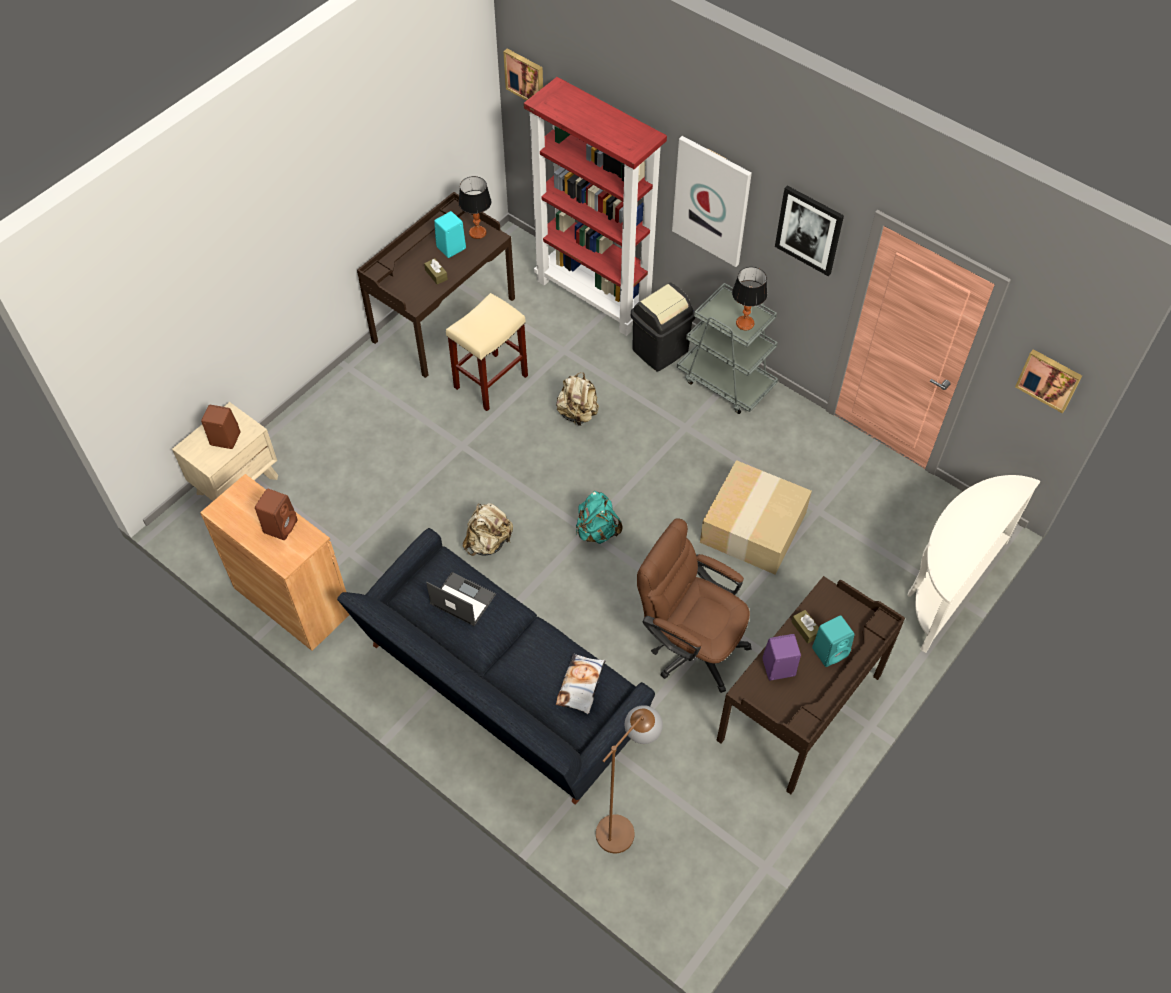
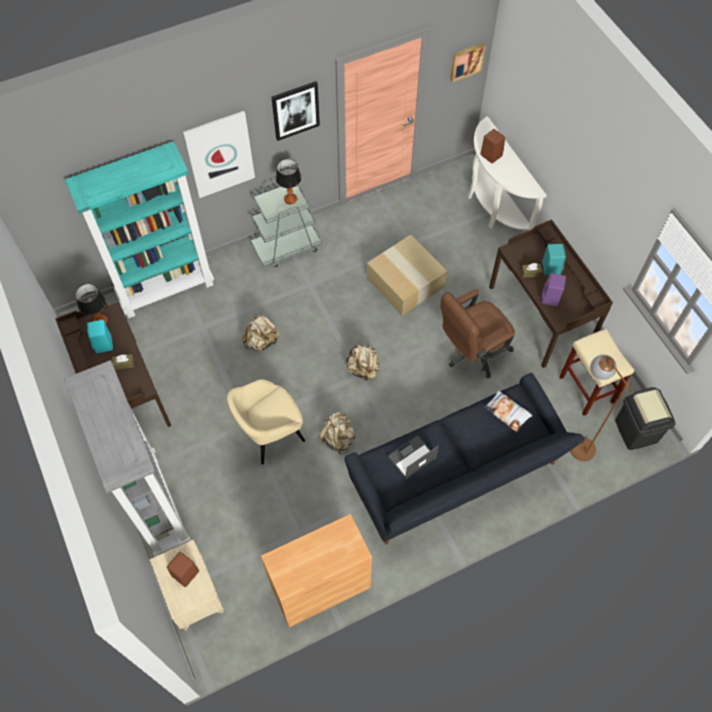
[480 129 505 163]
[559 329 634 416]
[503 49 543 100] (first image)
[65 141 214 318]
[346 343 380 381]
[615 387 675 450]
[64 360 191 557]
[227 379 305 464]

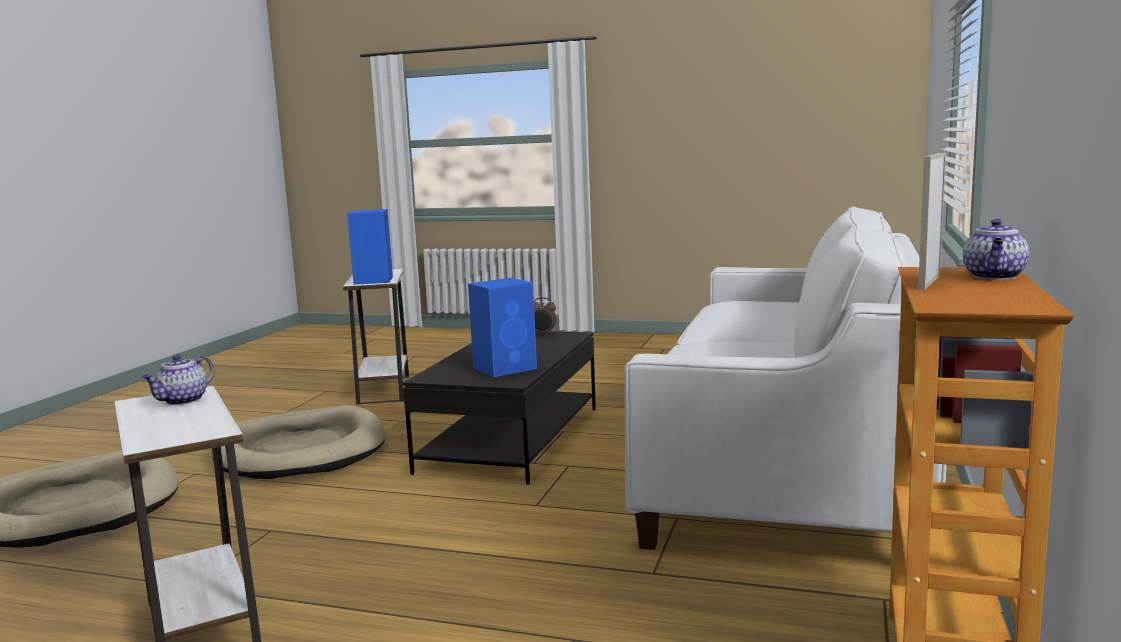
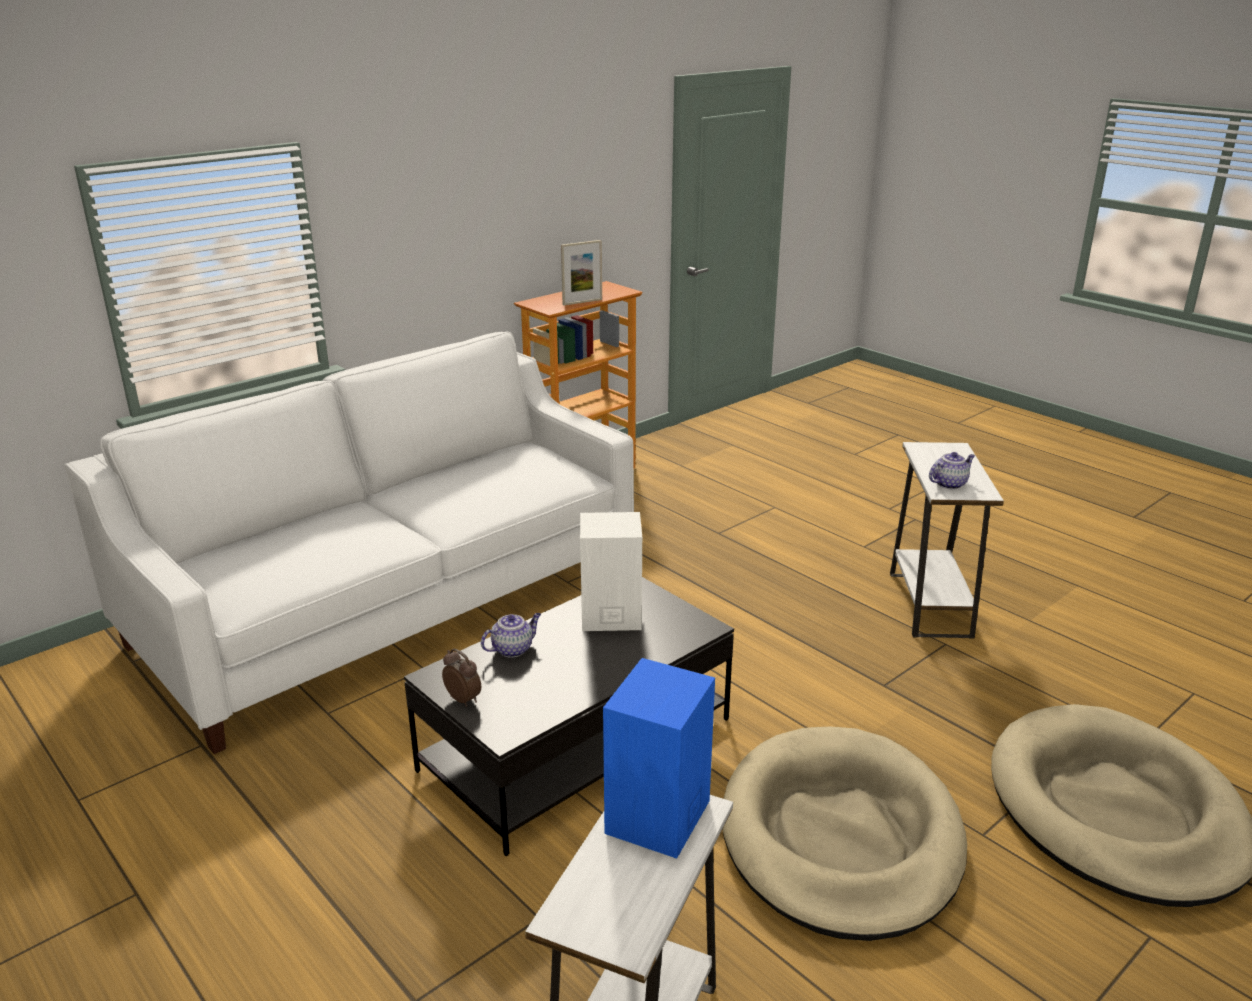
[580 512 642 631]
[481 613 541 658]

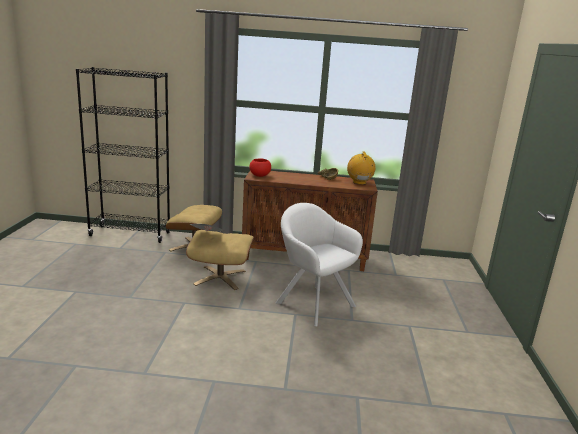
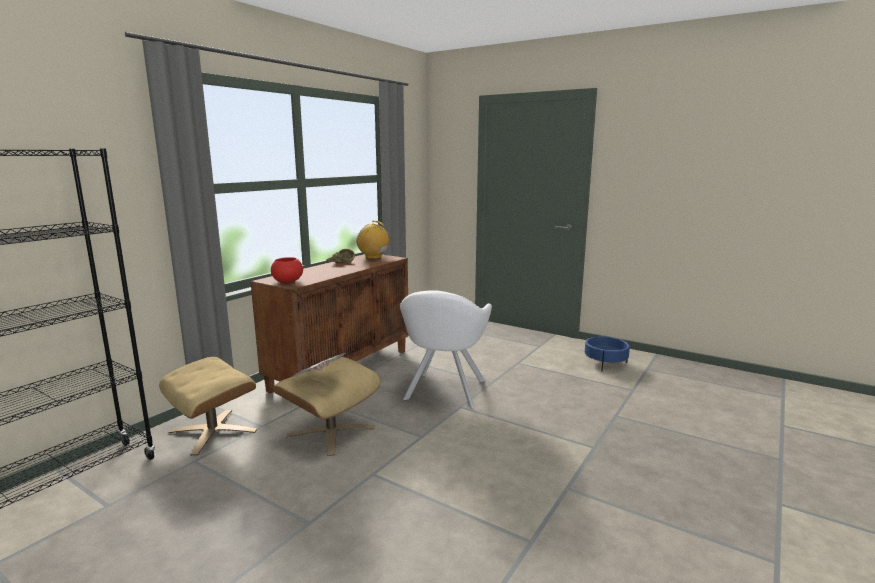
[400 290 492 408]
[585 336 630 371]

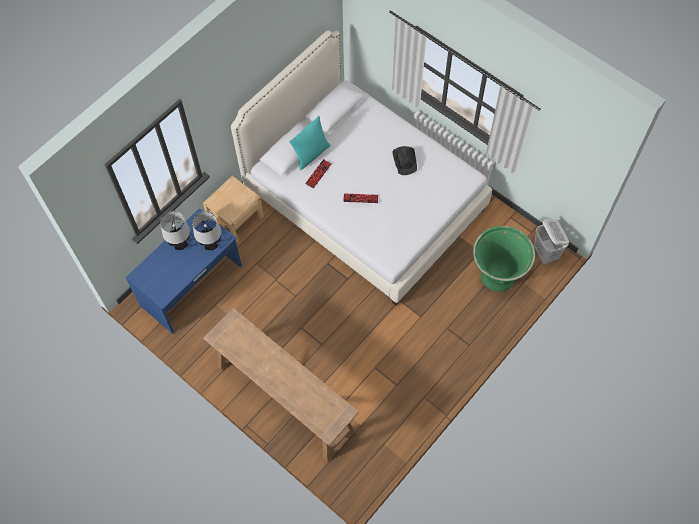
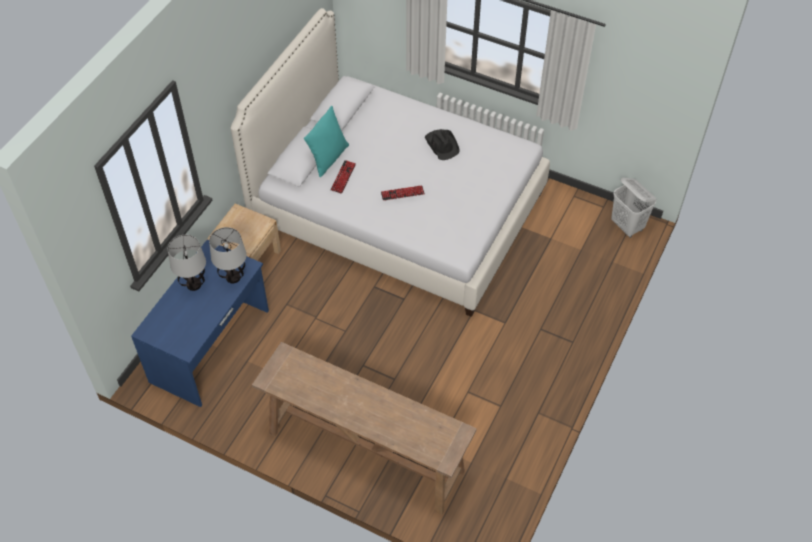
[473 226 535 292] (first image)

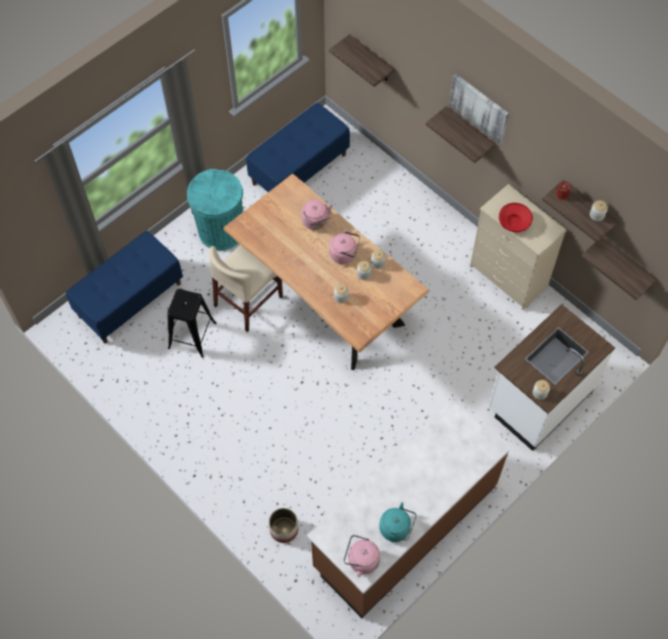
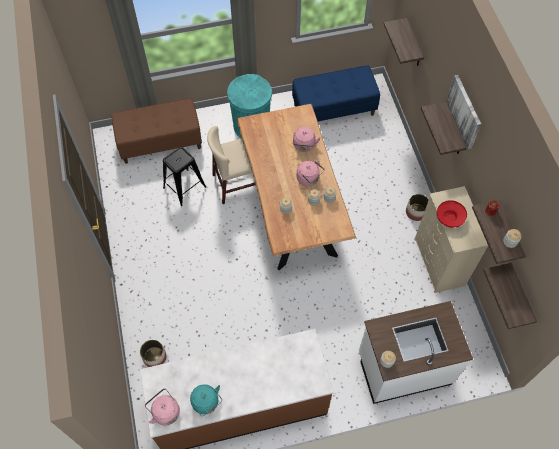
[112 98 202 164]
[406 194 429 221]

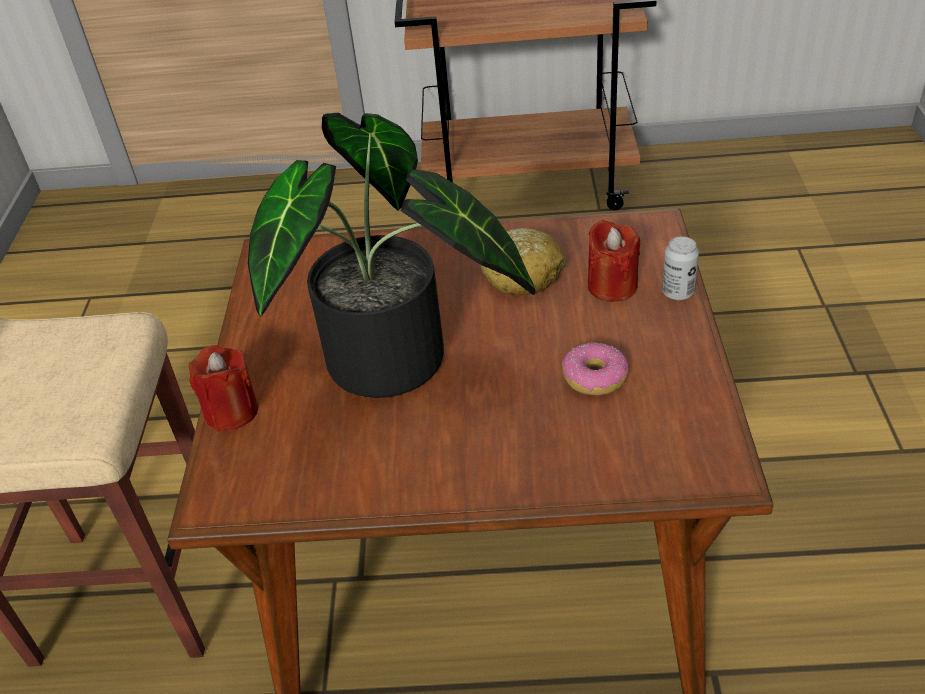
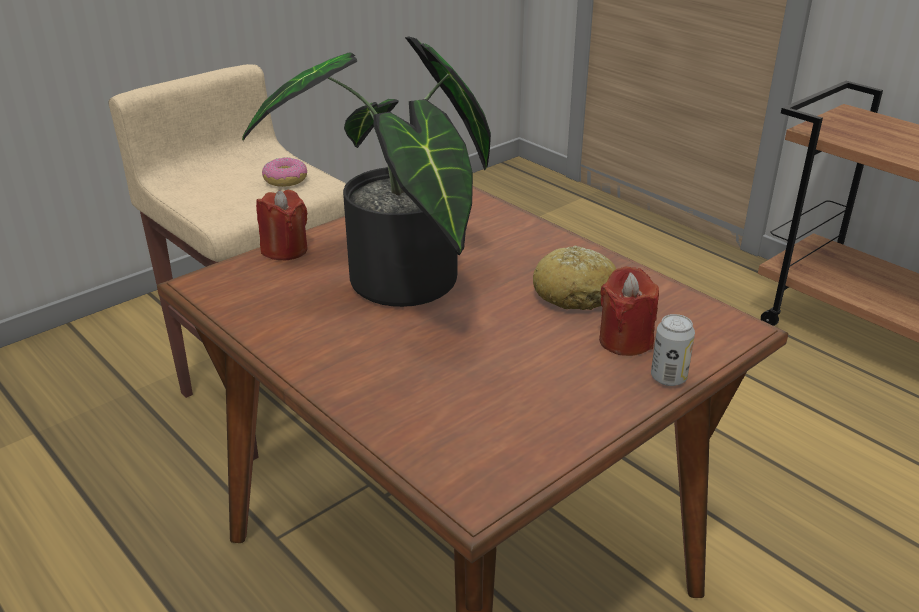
[262 157 307 187]

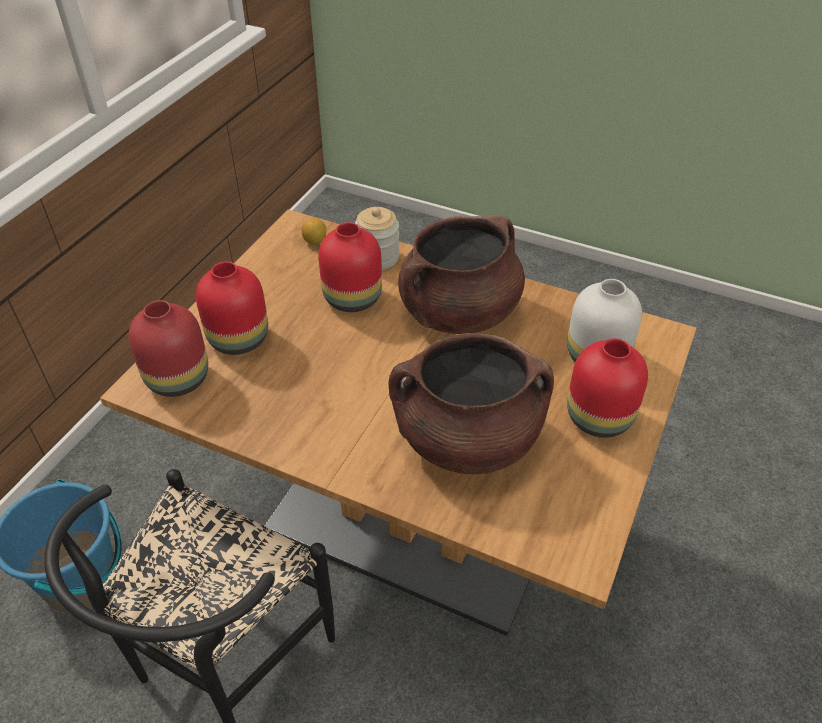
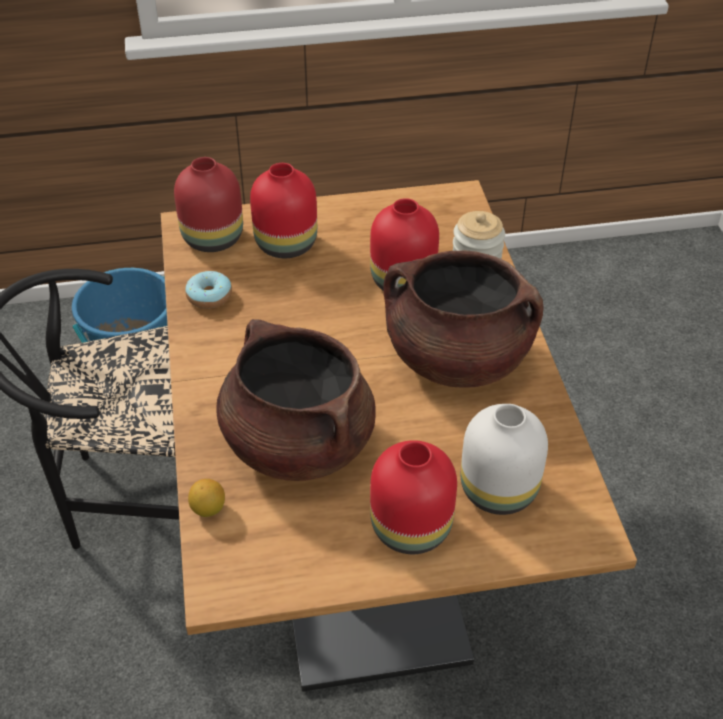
[188 479 225 517]
[185 271 232 309]

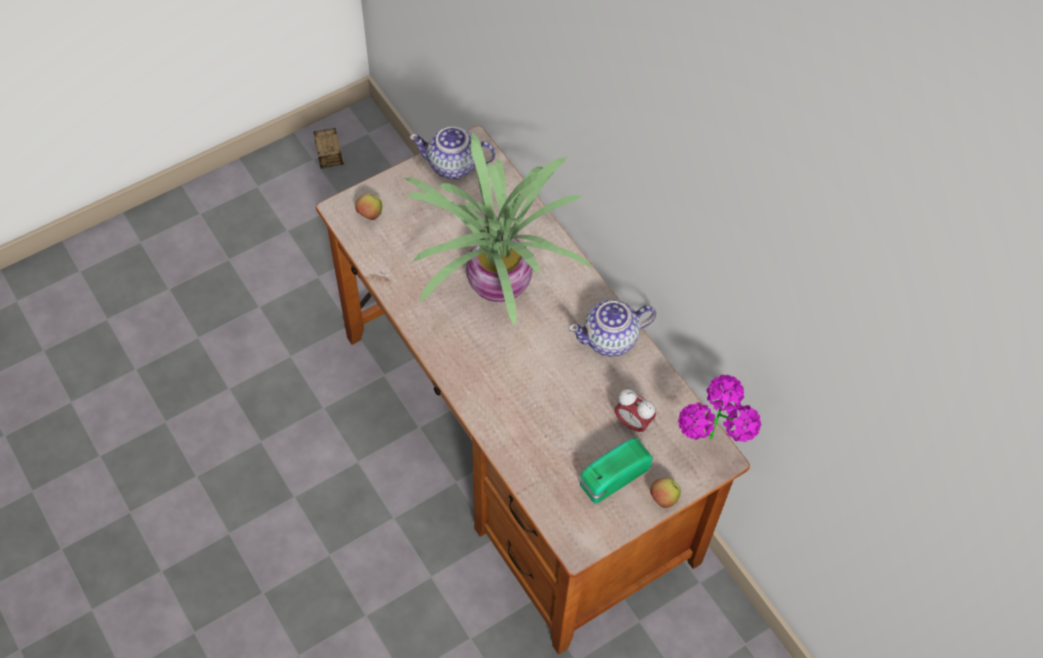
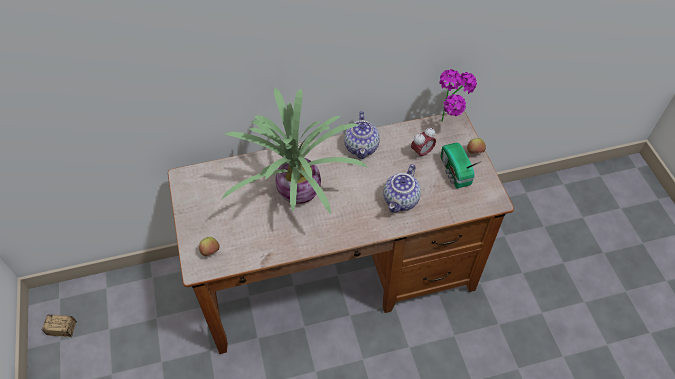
[383 164 421 213]

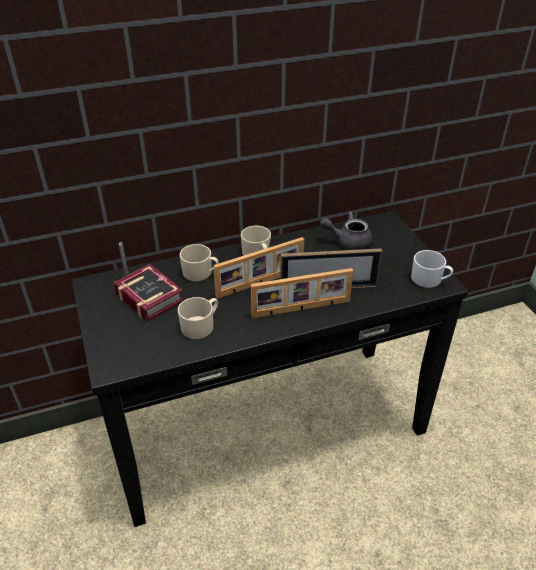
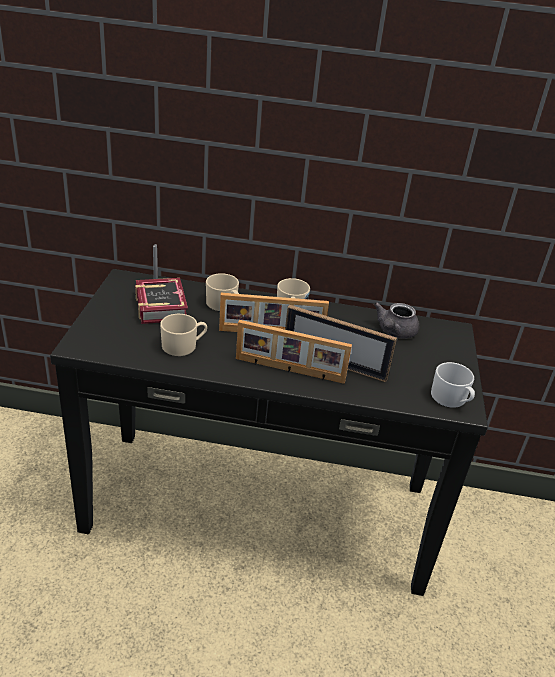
[374 302 419 339]

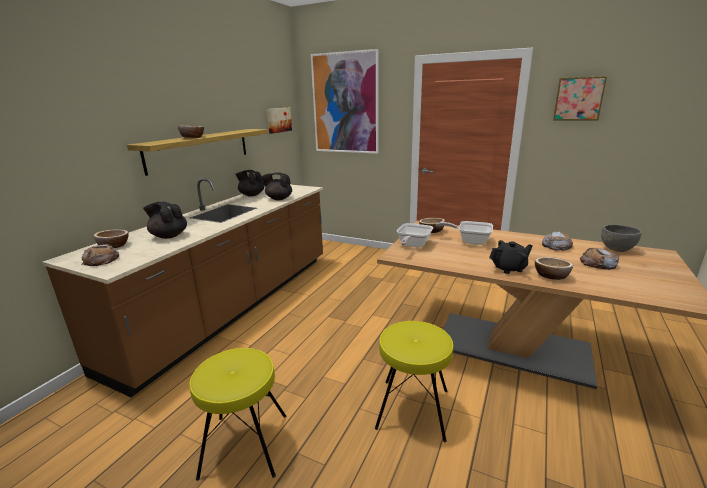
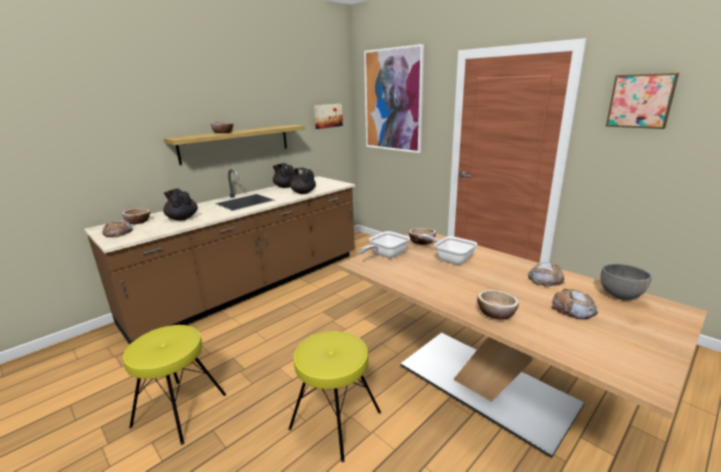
[489 240 533 274] (first image)

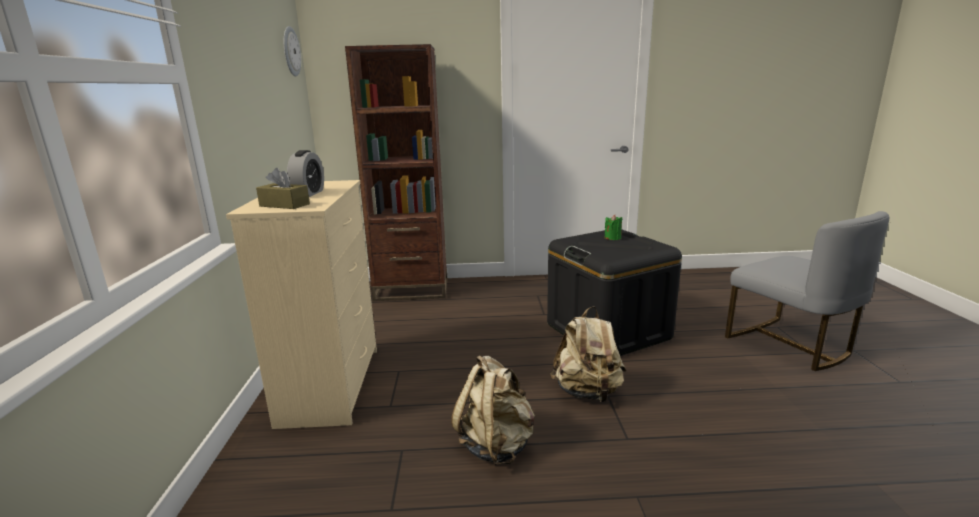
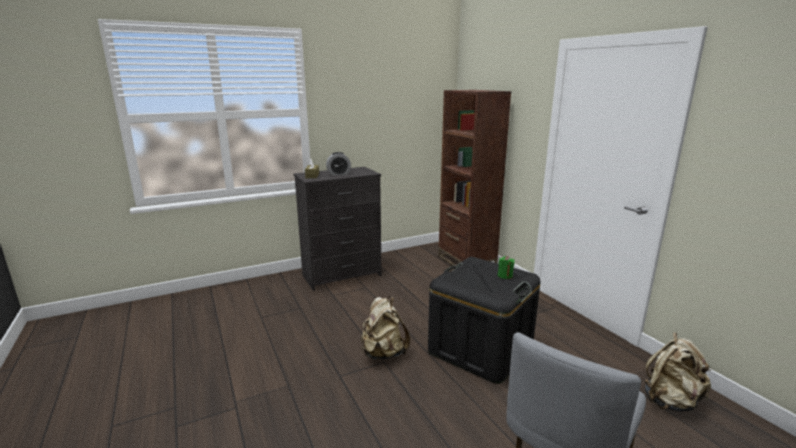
[294 167 382 291]
[284 26 301 76] (first image)
[644 333 712 412]

